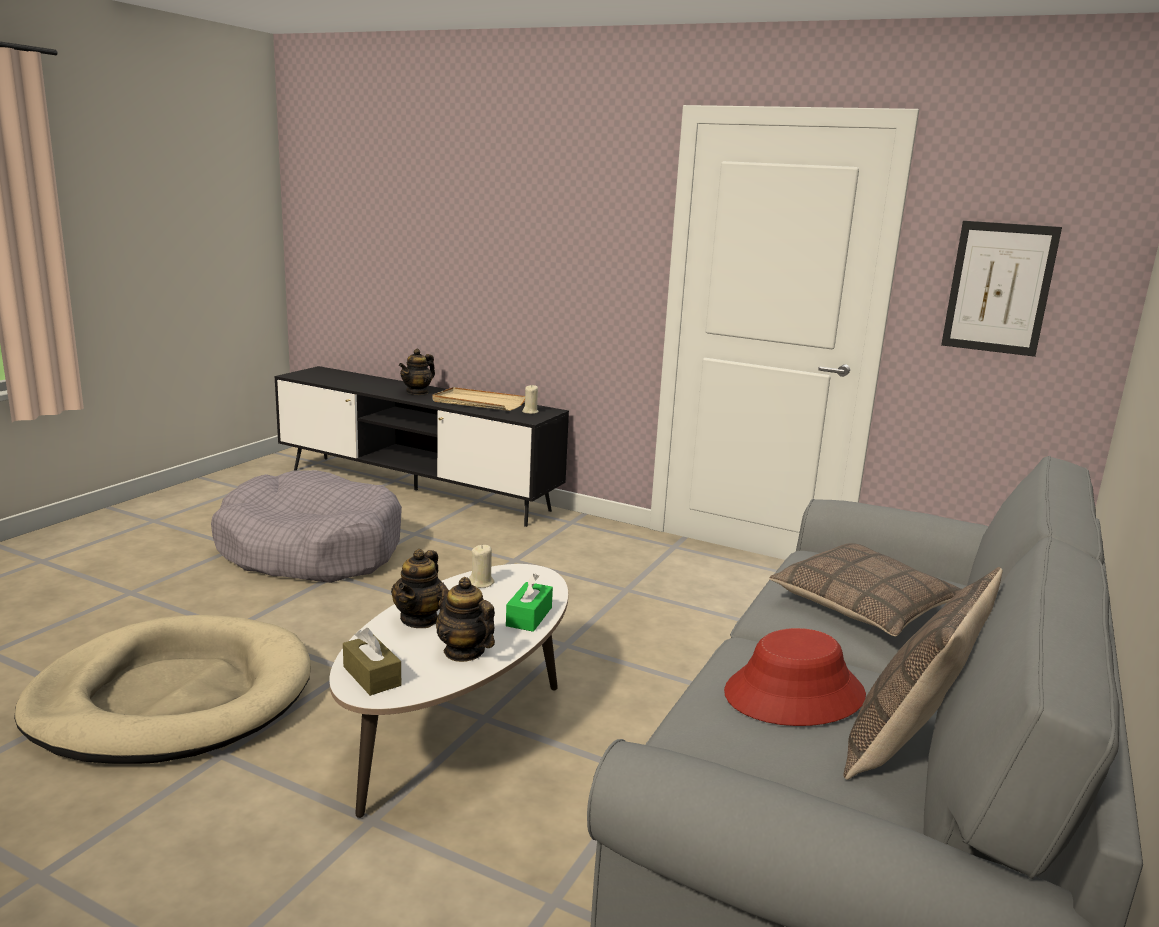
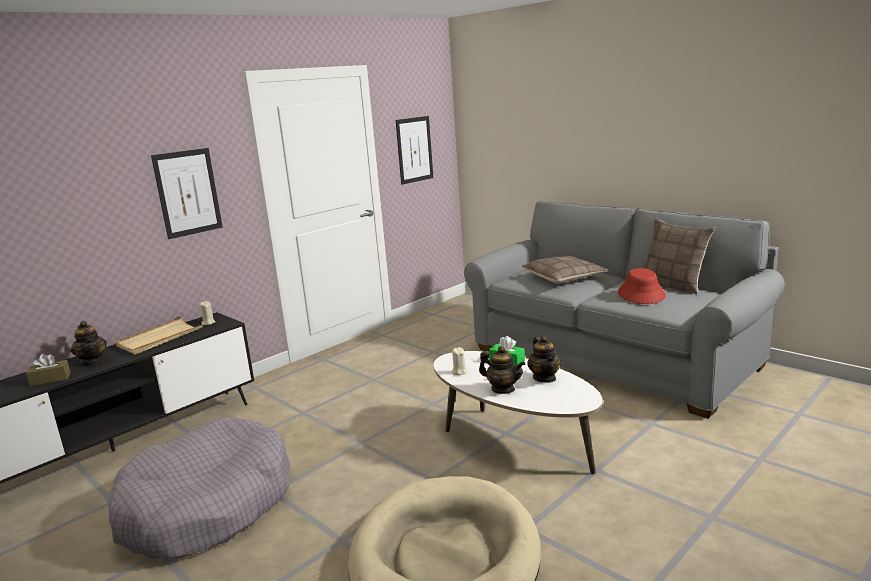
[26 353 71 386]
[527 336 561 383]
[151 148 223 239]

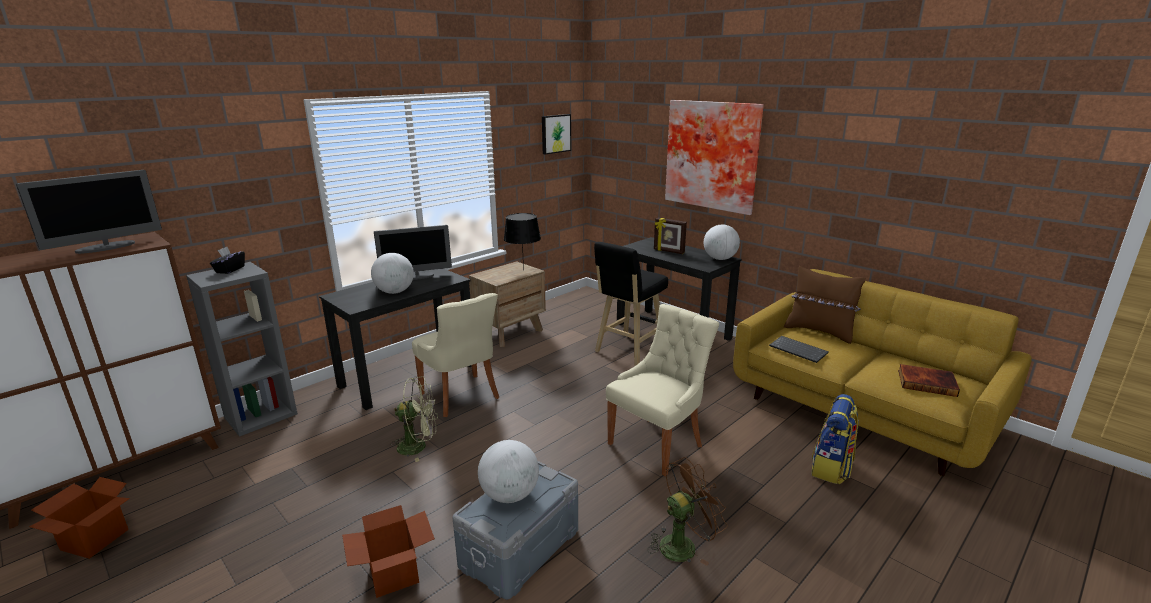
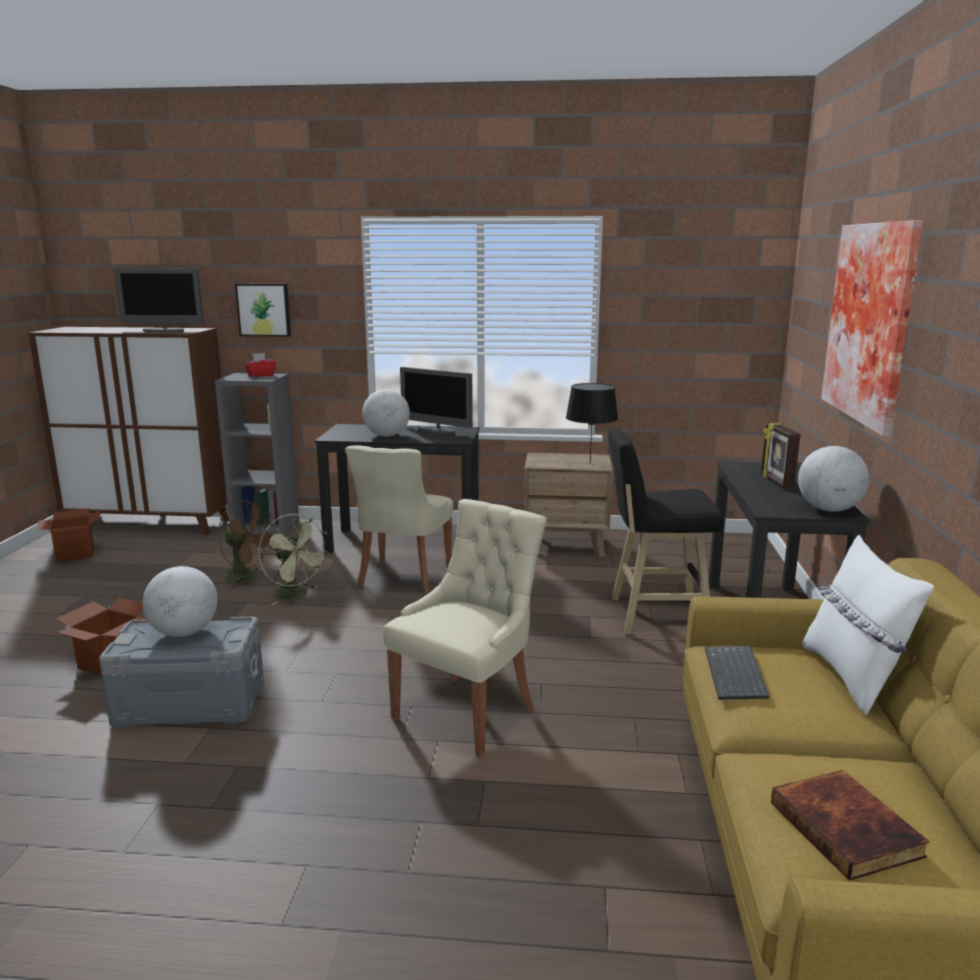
[244 353 276 377]
[235 284 291 337]
[383 499 547 758]
[218 500 276 589]
[801 535 934 715]
[812 394 859 484] (first image)

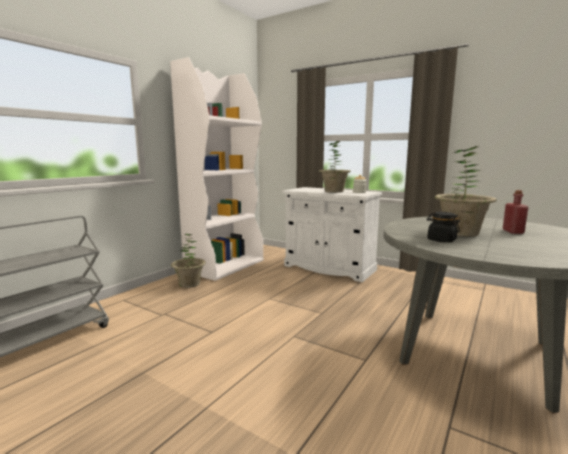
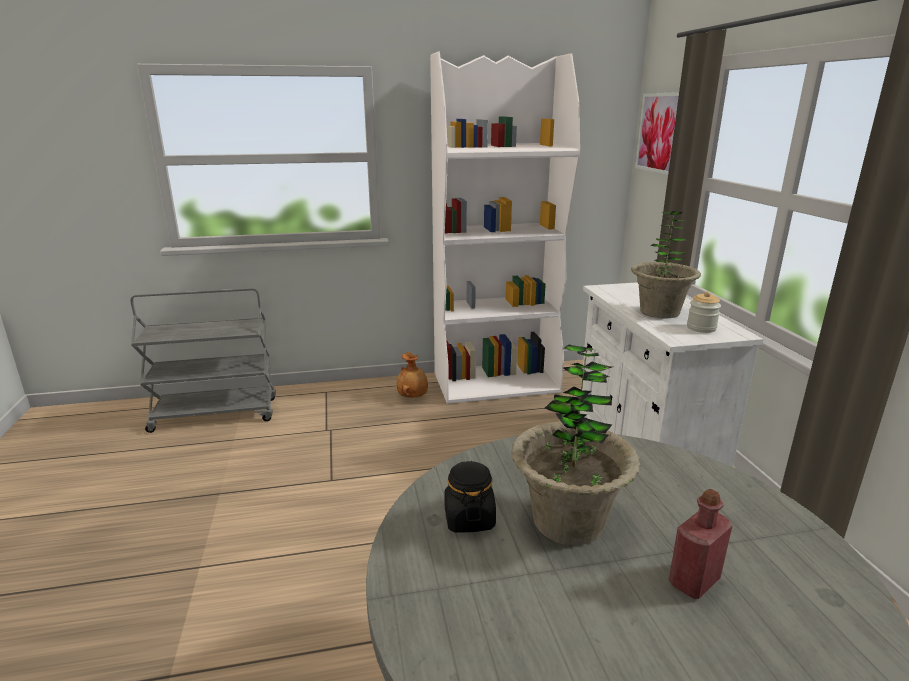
[397 352 428 398]
[635 92 679 175]

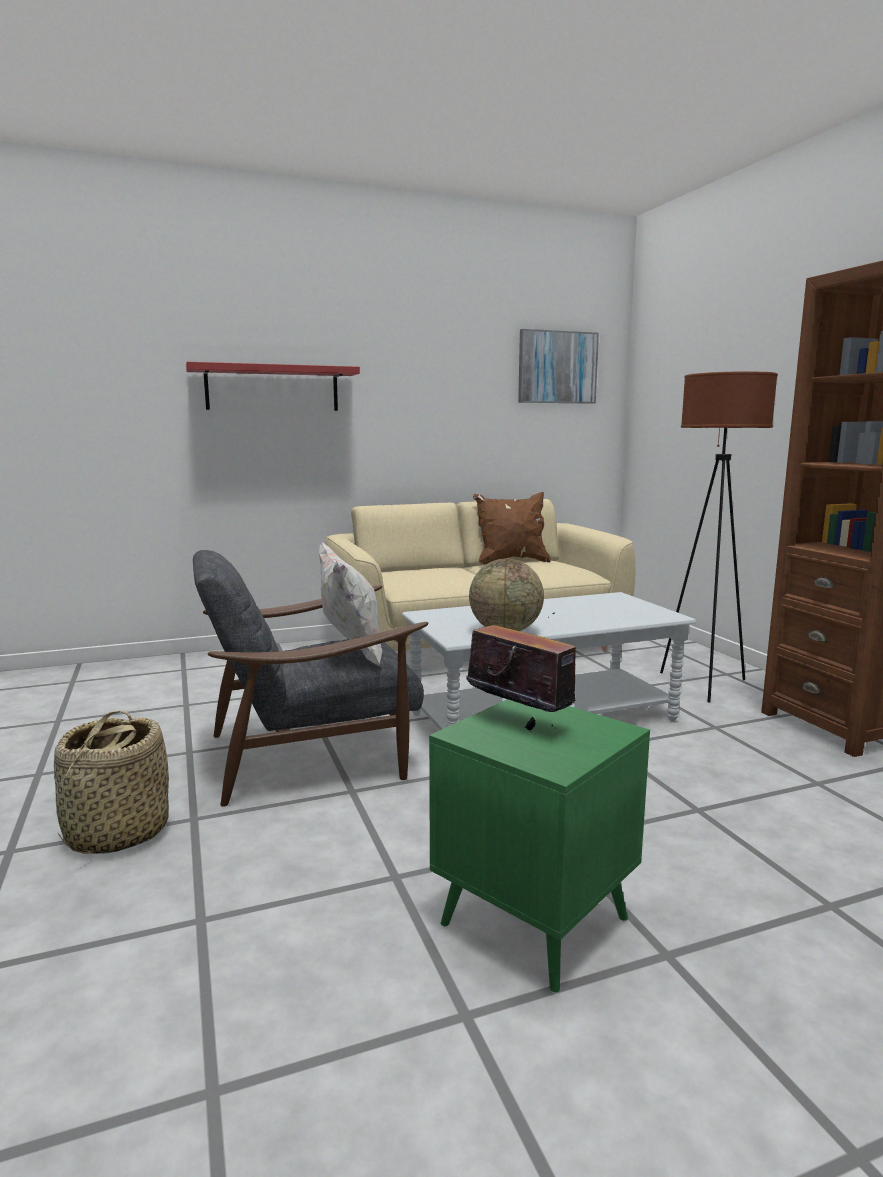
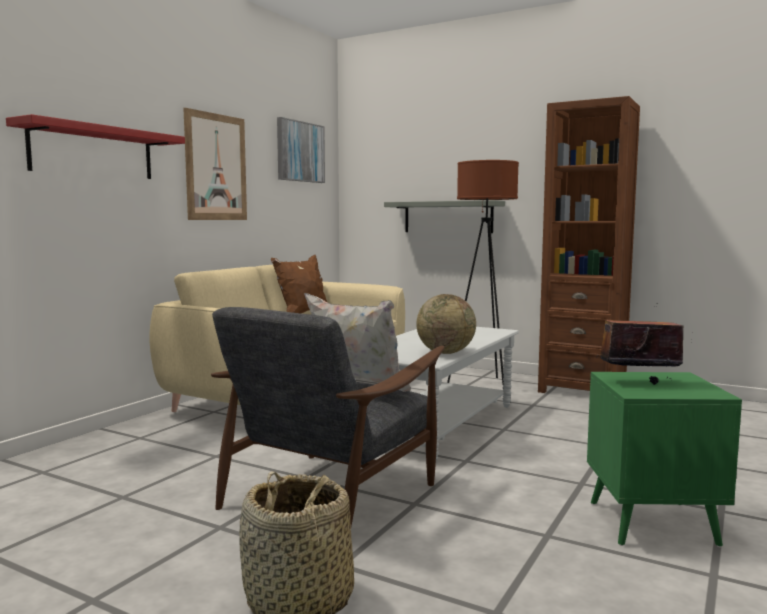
[183 108 247 220]
[384 200 505 233]

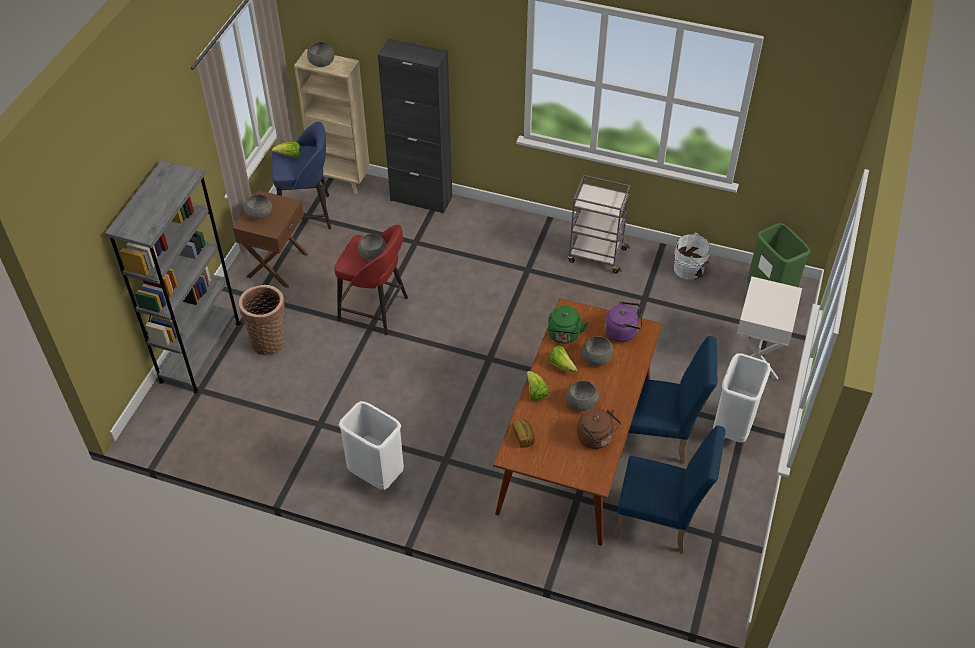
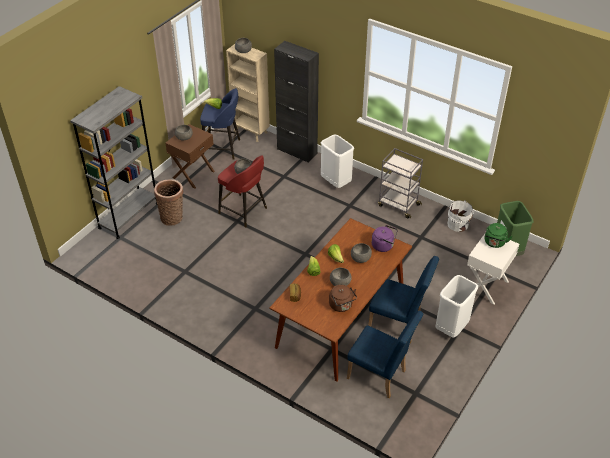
[321 134 354 188]
[484 223 513 248]

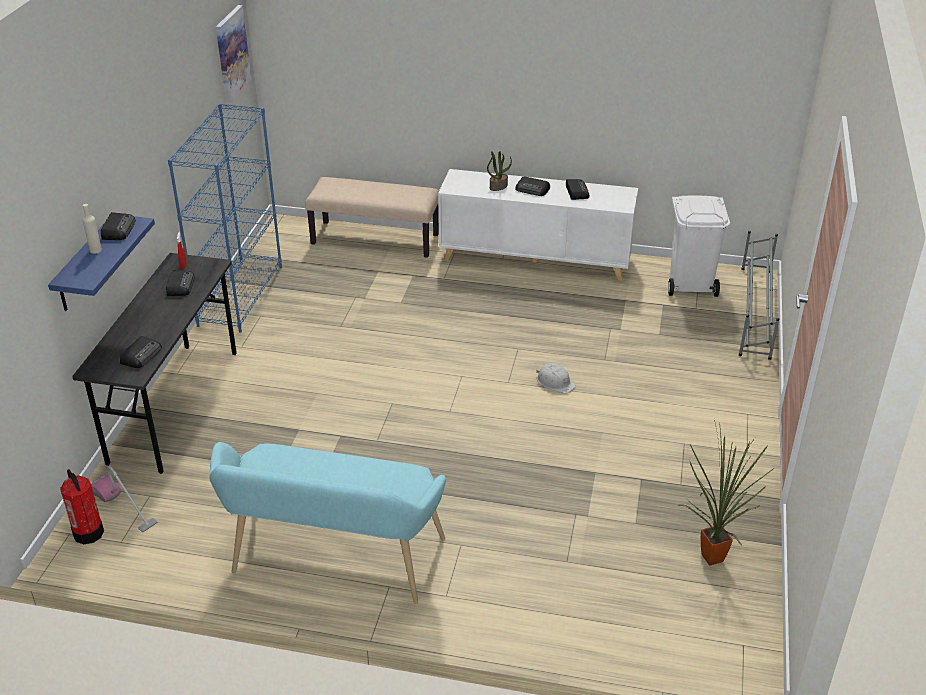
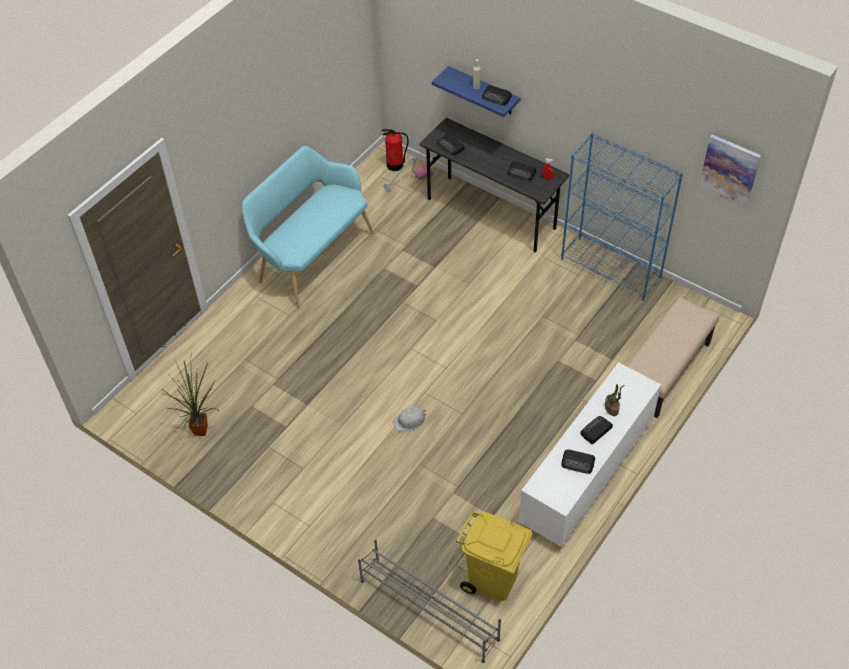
[456 512 533 602]

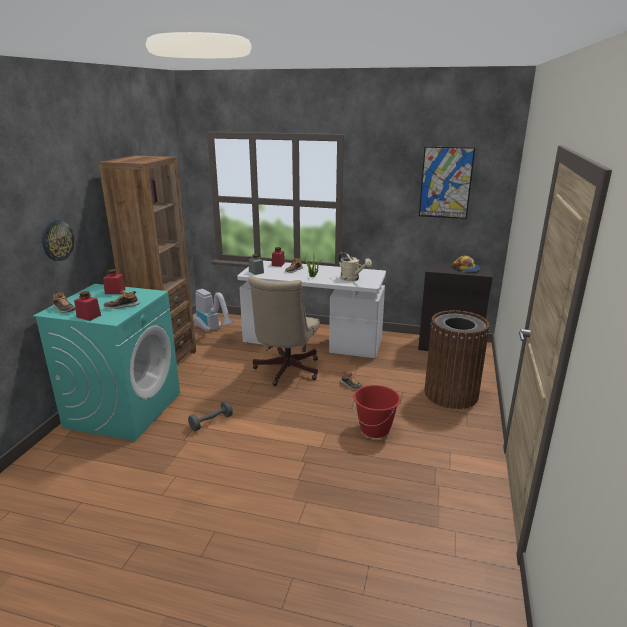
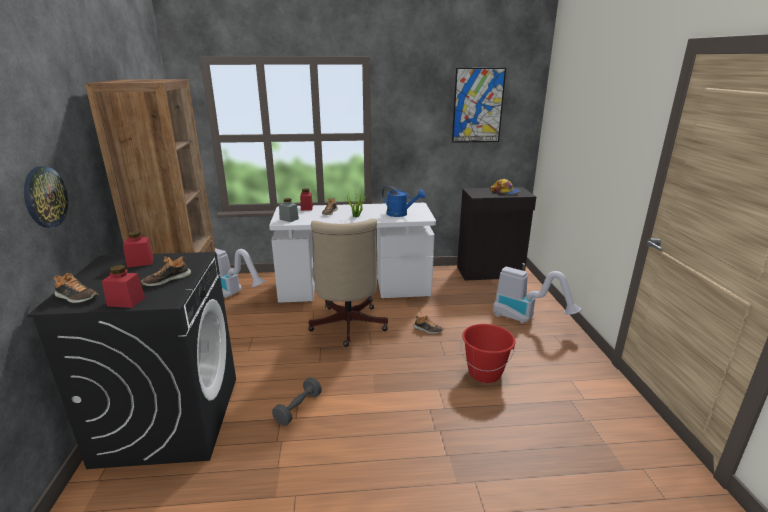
[27 252 236 469]
[382 186 425 217]
[493 267 582 324]

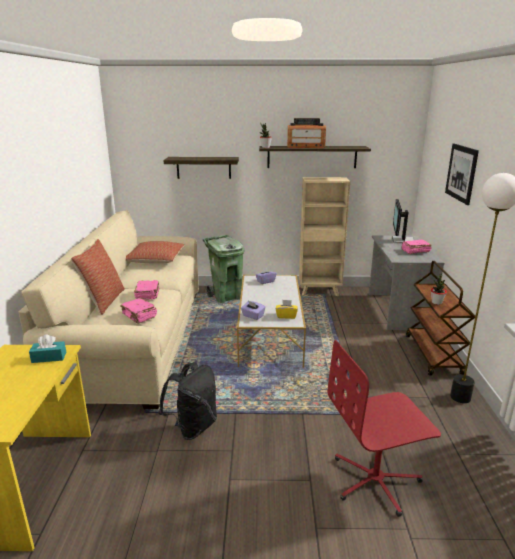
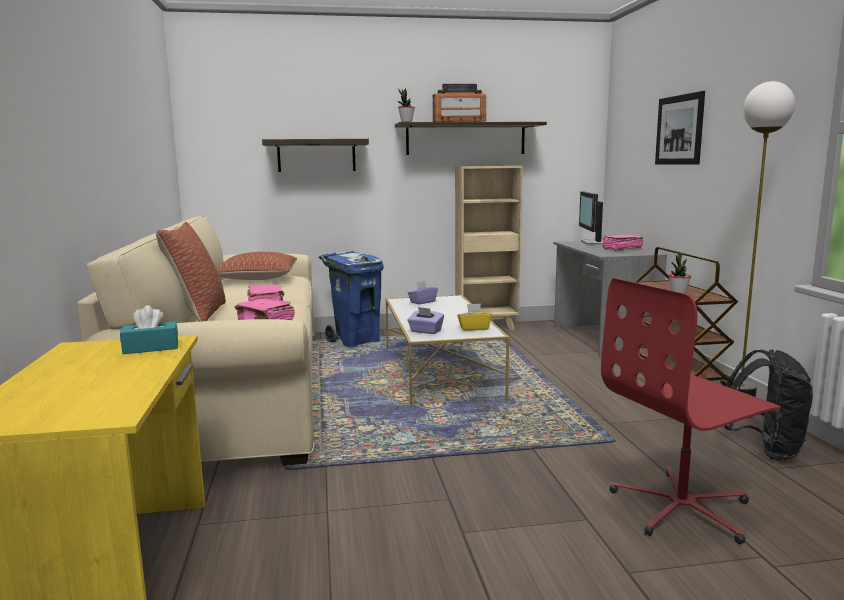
[725 349 813 460]
[319 251 384 347]

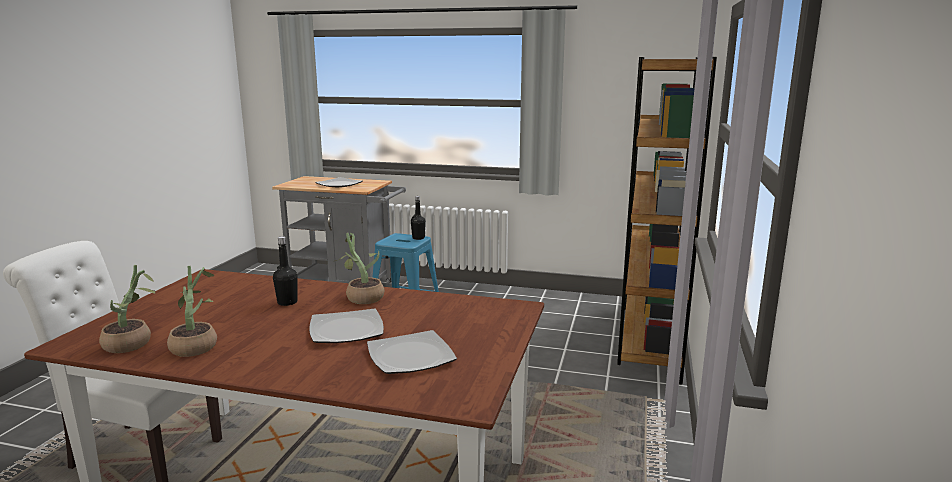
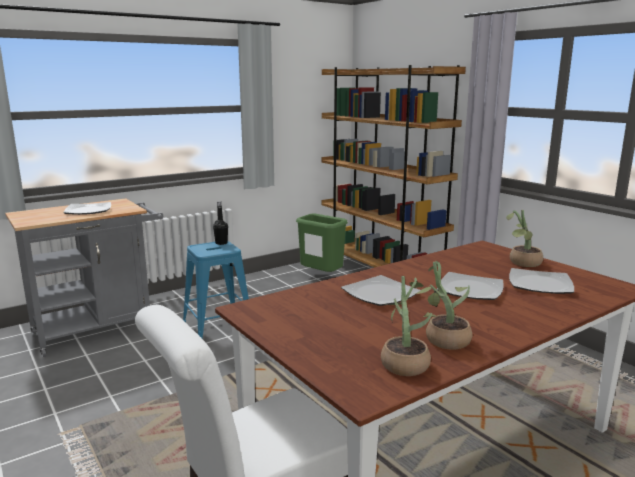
[341 275 420 306]
[506 210 543 267]
[296 214 348 272]

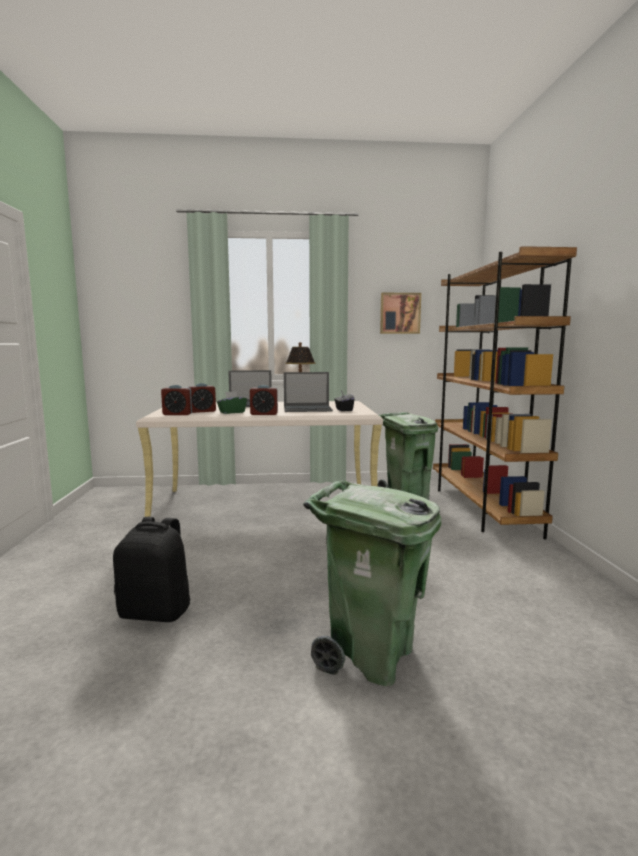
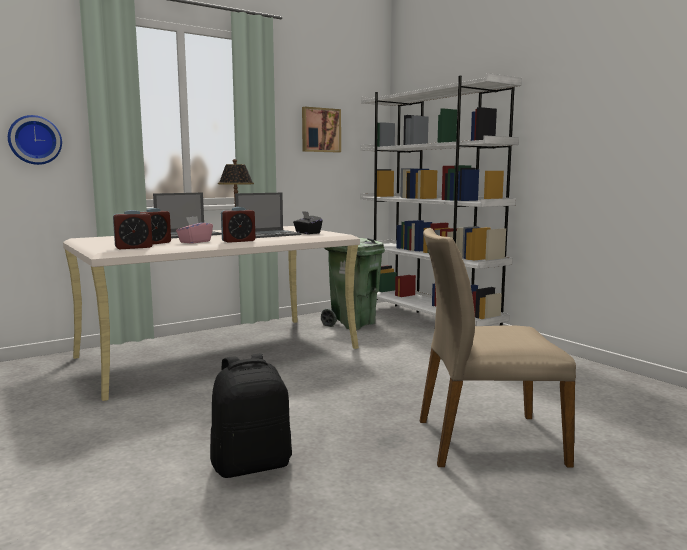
[176 216 213 244]
[420 228 576 468]
[360 73 522 326]
[8 115 62 165]

